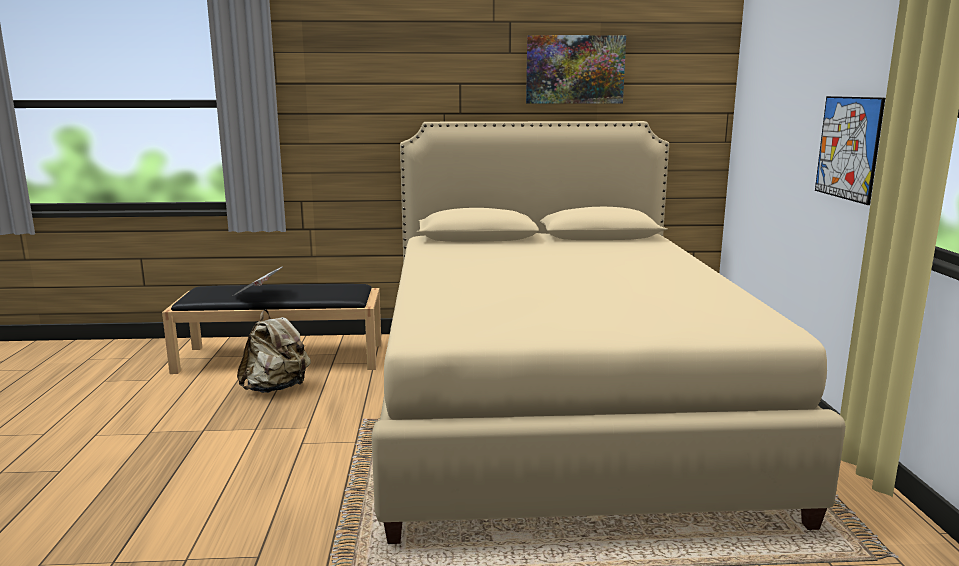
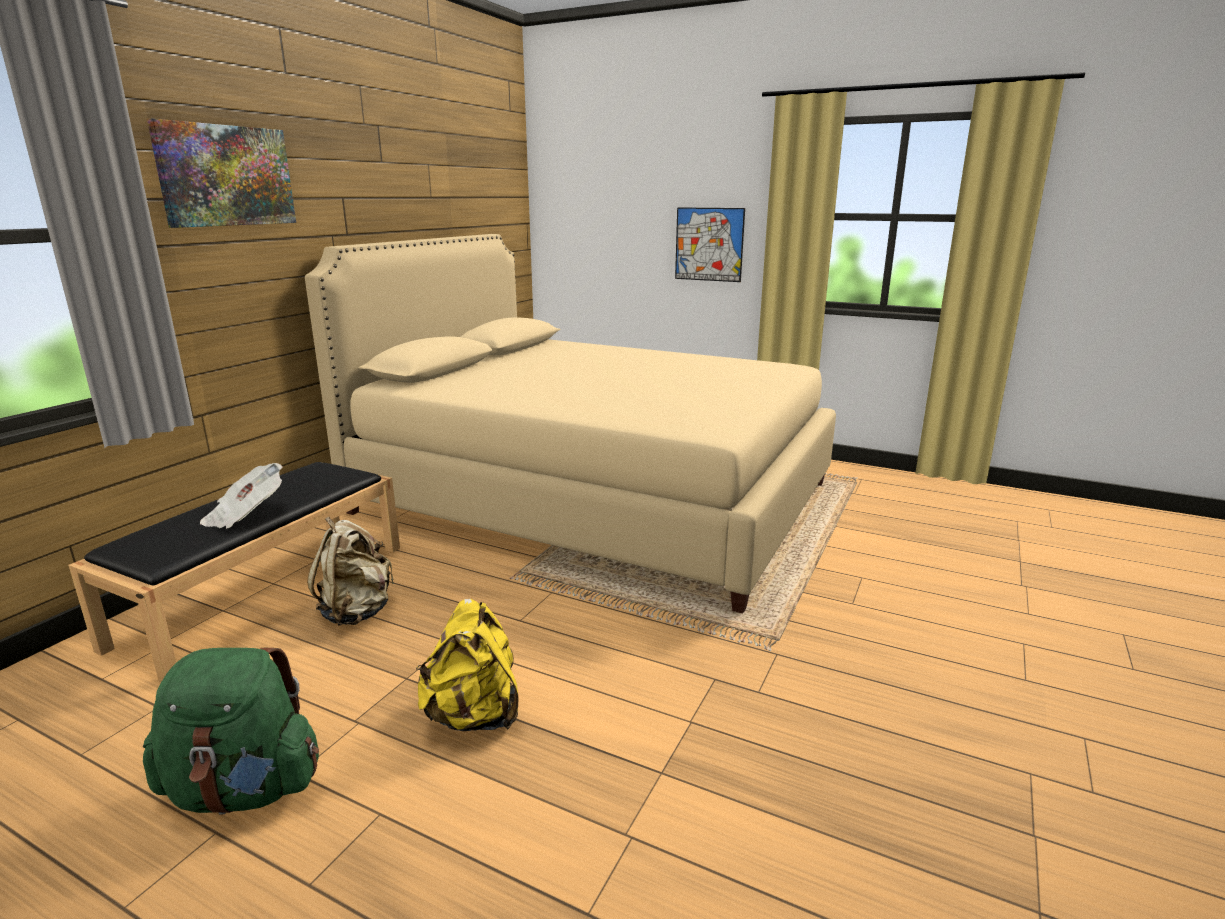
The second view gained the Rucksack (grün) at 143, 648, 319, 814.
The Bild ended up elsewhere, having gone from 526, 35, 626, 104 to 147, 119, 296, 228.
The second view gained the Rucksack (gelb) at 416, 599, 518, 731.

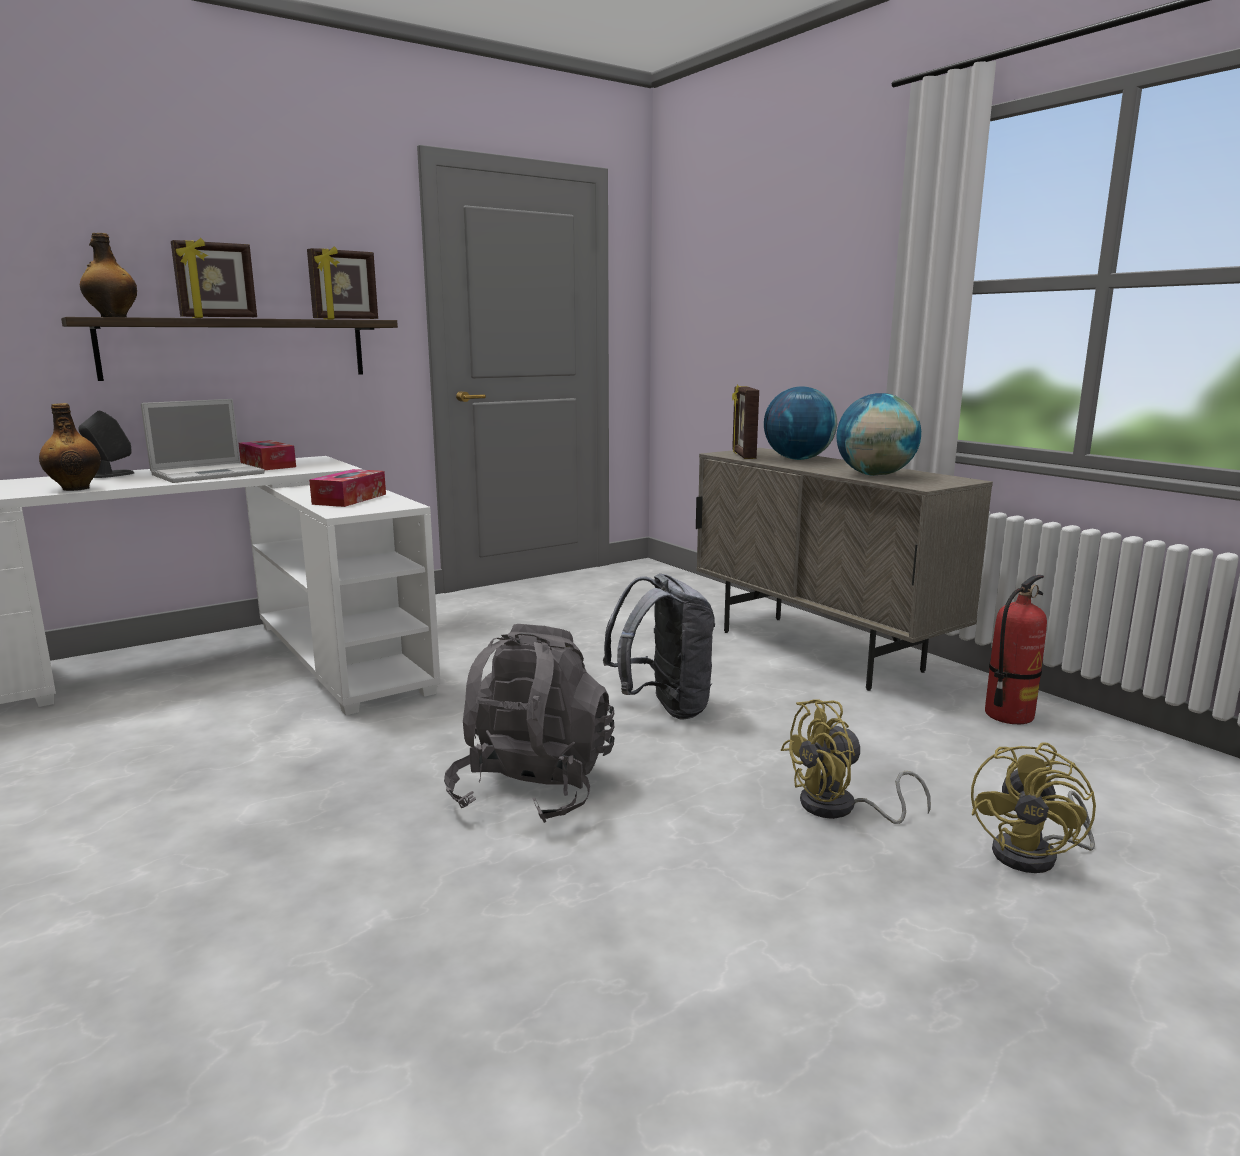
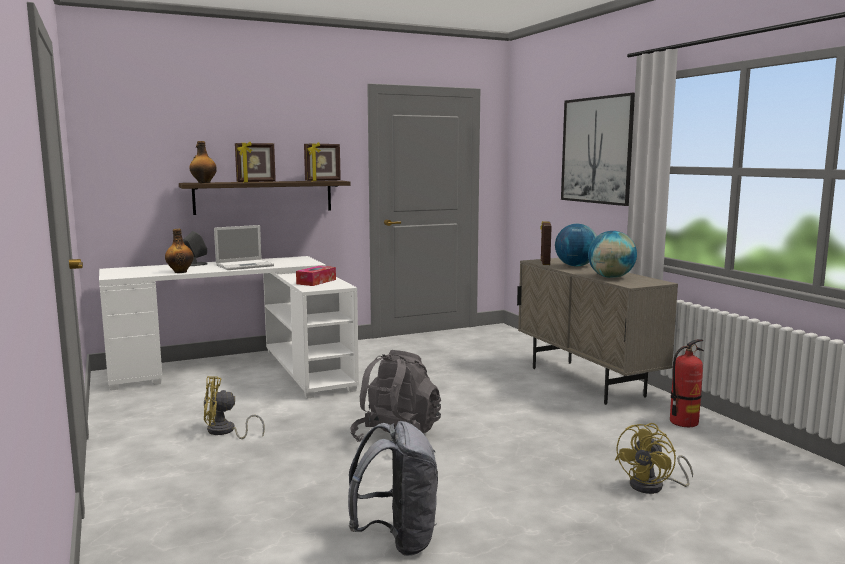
The Ventilator (gelb) ended up elsewhere, having gone from 781, 699, 931, 824 to 204, 376, 265, 439.
The Rucksack (grau) ended up elsewhere, having gone from 603, 574, 715, 720 to 348, 421, 438, 556.
The second view gained the Bild at 561, 93, 635, 206.
The second view lost the Taschentuchbox at 238, 440, 296, 470.

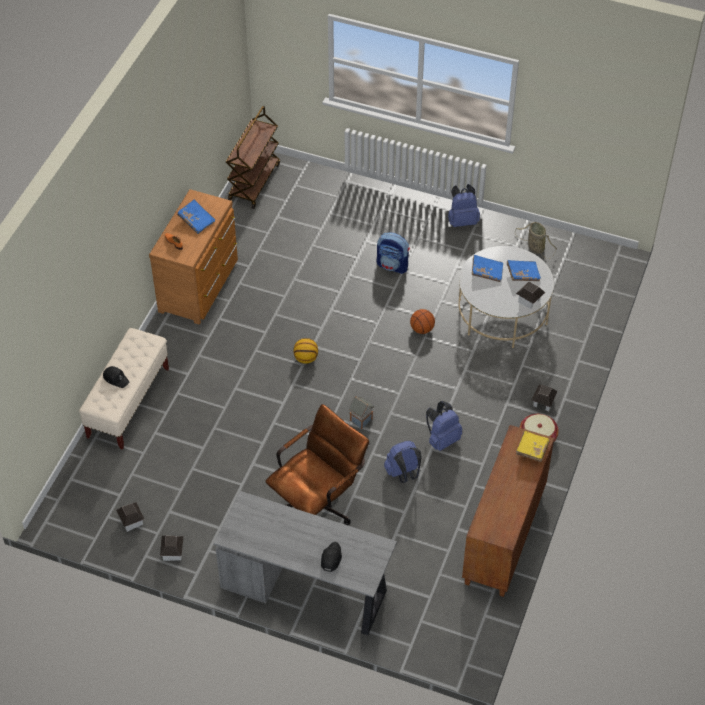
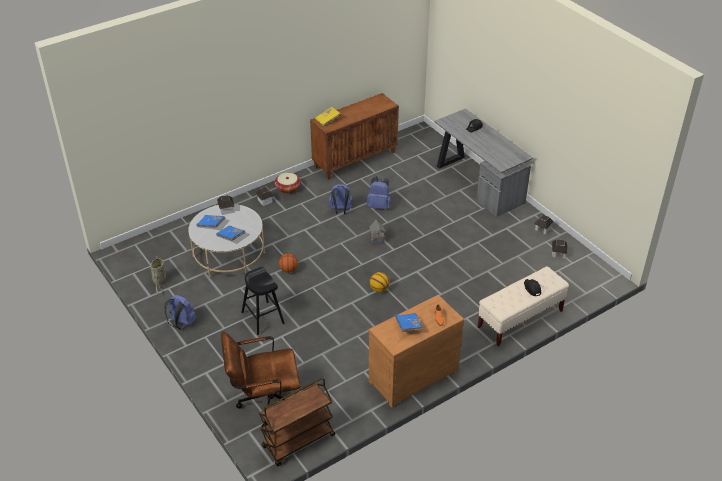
The Bürostuhl (braun) ended up elsewhere, having gone from 265, 404, 369, 525 to 221, 332, 300, 427.
Where the Rucksack stood at 377, 233, 410, 274, the Hocker (schwarz) came to stand at 241, 267, 285, 335.

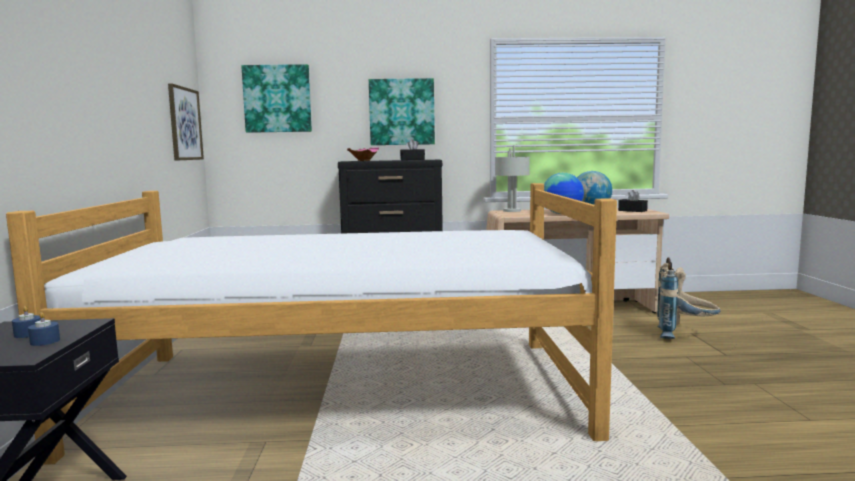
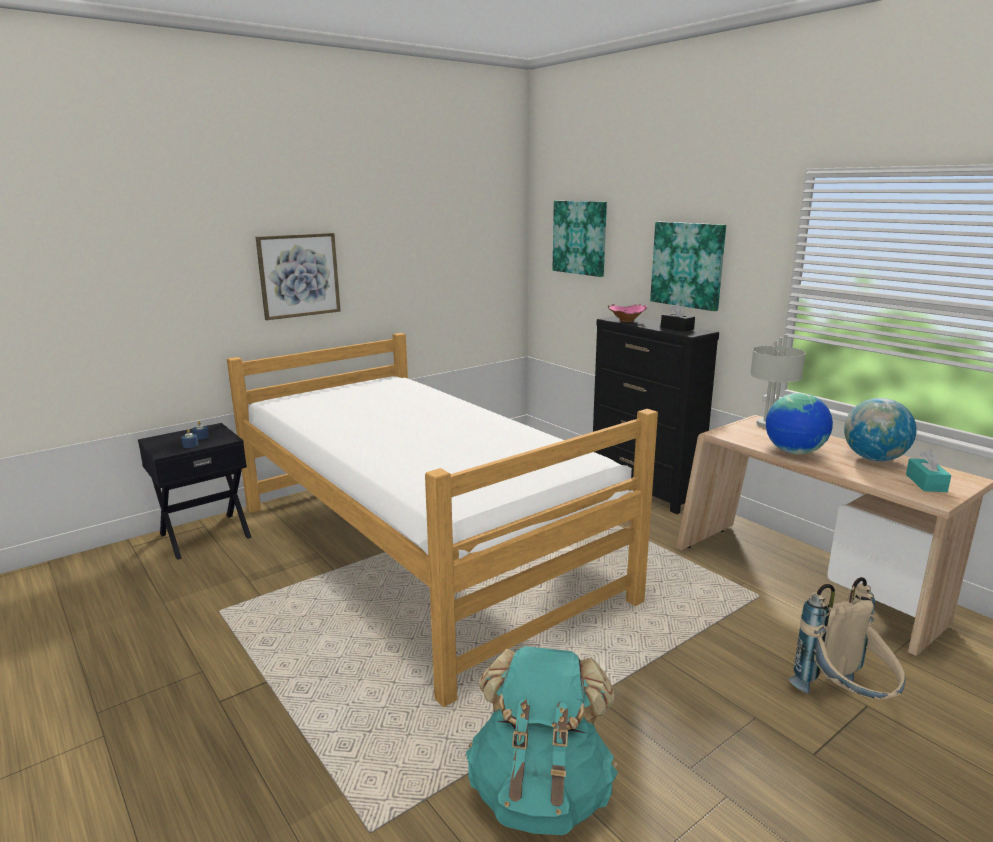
The Bild ended up elsewhere, having gone from 168, 84, 204, 160 to 256, 233, 341, 320.
The second view gained the Rucksack (türkis) at 466, 646, 618, 835.
What was the Taschentuchbox (schwarz) at 618, 190, 648, 212 turned into the Taschentuchbox (türkis) at 906, 450, 951, 492.

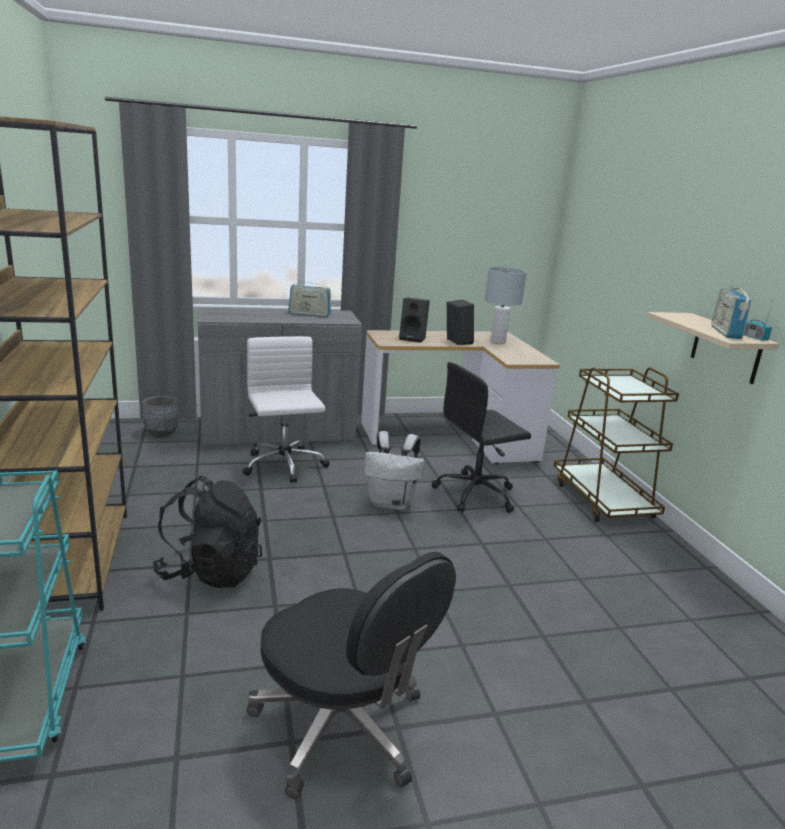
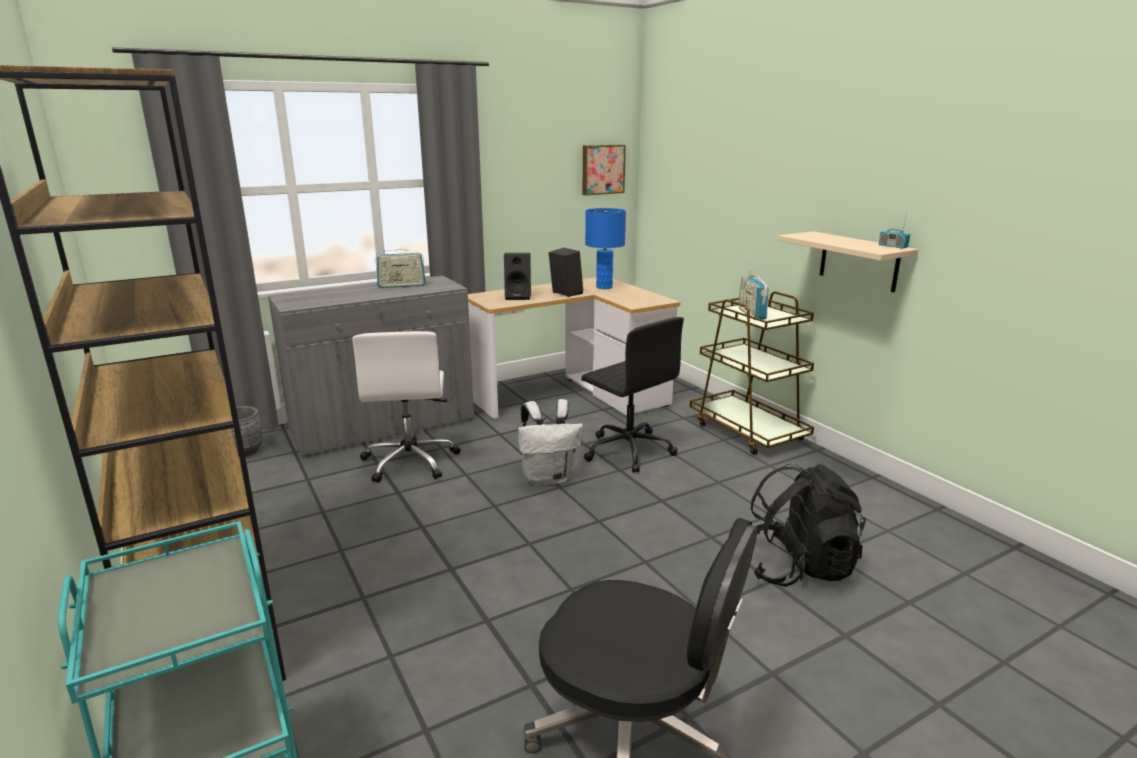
The Bürostuhl (weiß) at 243, 336, 330, 483 ended up facing another way, 150 degrees counterclockwise from before.
The Bürostuhl (schwarz) at 432, 362, 531, 513 ended up facing another way, 90 degrees counterclockwise from before.
The second view gained the Bild at 583, 145, 626, 195.
What was the Tischlampe (grau) at 485, 267, 527, 343 turned into the Tischlampe (blau) at 585, 208, 626, 289.
The Radio ended up elsewhere, having gone from 711, 281, 752, 339 to 738, 270, 769, 320.
The Rucksack (schwarz) ended up elsewhere, having gone from 153, 476, 262, 588 to 751, 464, 866, 587.

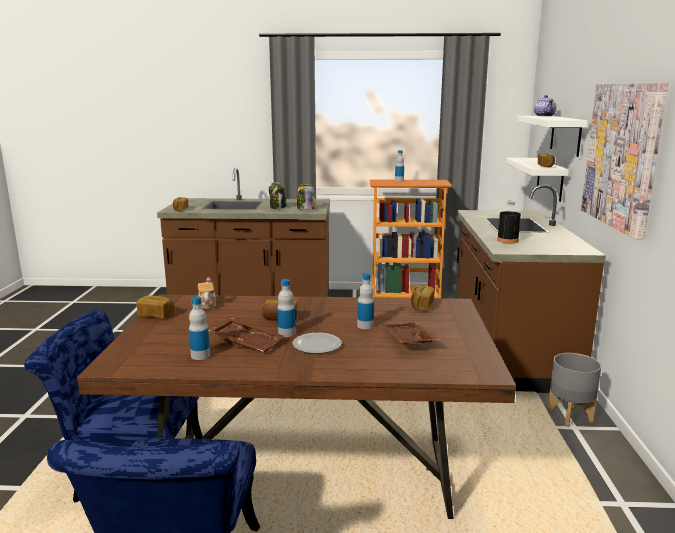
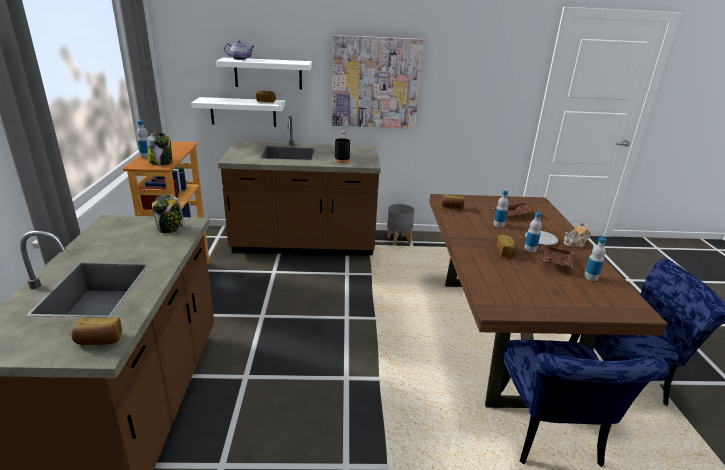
The Vorratsglas ended up elsewhere, having gone from 269, 182, 287, 209 to 147, 133, 173, 165.
The Teekanne ended up elsewhere, having gone from 198, 277, 216, 309 to 564, 222, 591, 248.
The second view lost the Brot at 136, 296, 174, 318.

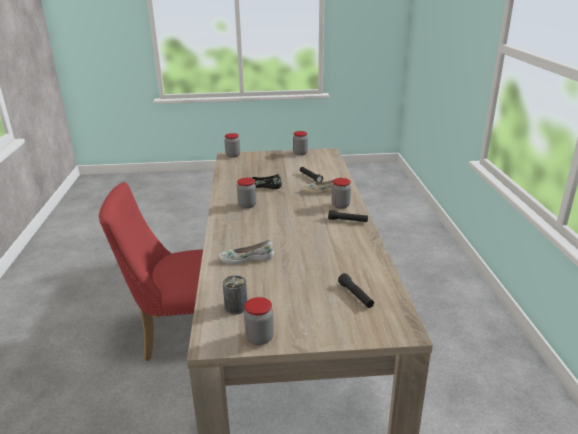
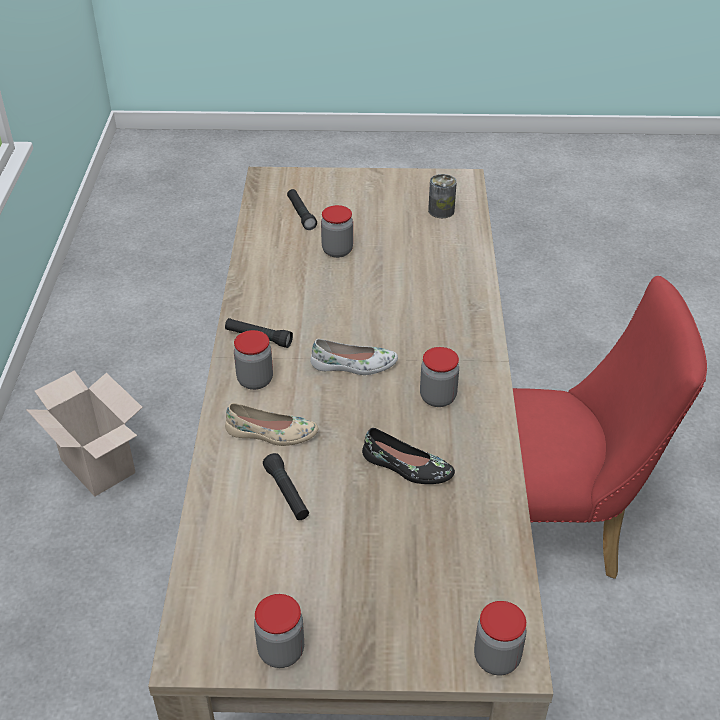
The second view gained the Karton at 26, 370, 143, 497.
The Schuh (weiß) ended up elsewhere, having gone from 219, 240, 274, 264 to 310, 339, 398, 375.
The Vorratsglas ended up elsewhere, having gone from 244, 297, 274, 345 to 321, 205, 353, 258.

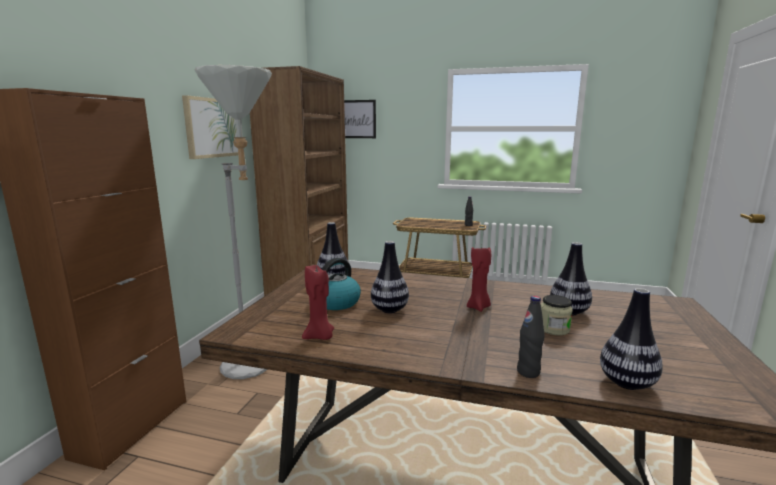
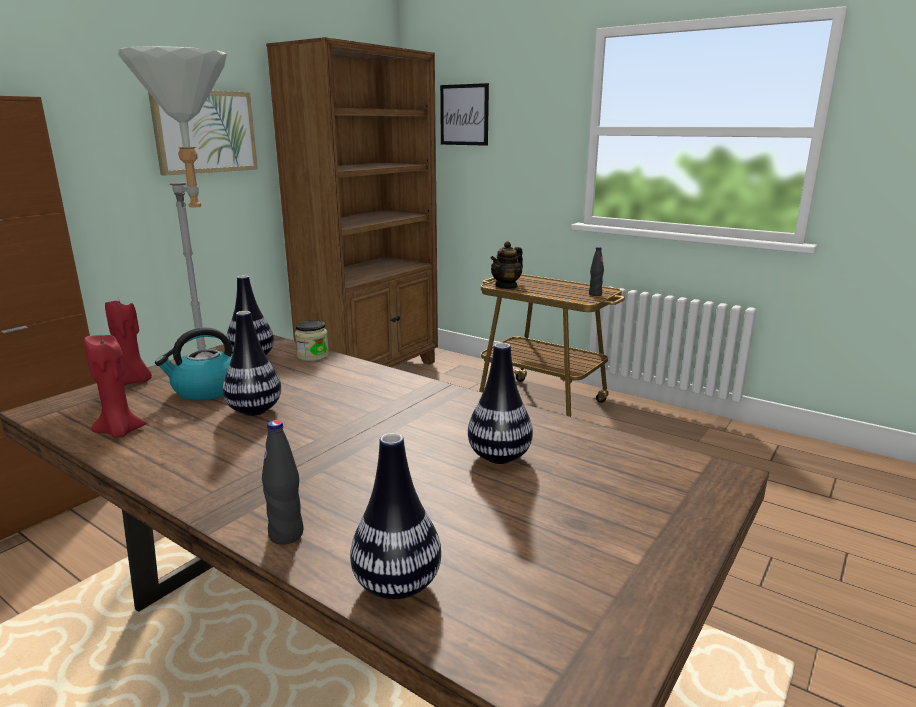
The Kerze (rot) ended up elsewhere, having gone from 467, 246, 491, 312 to 105, 301, 152, 385.
The Vorratsglas ended up elsewhere, having gone from 541, 295, 573, 335 to 295, 320, 329, 361.
The second view gained the Teekanne at 490, 241, 523, 289.

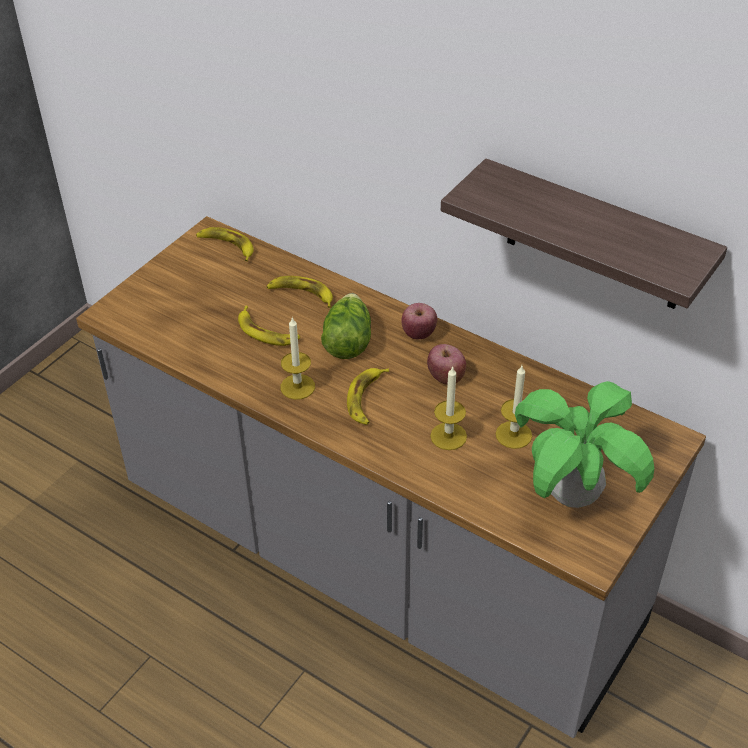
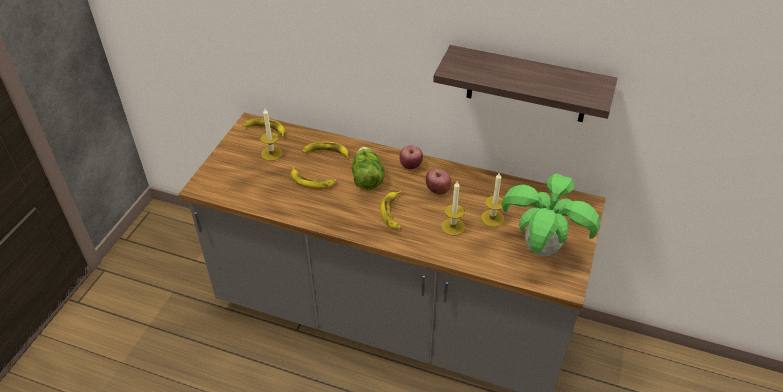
The Kerze ended up elsewhere, having gone from 281, 317, 315, 400 to 260, 109, 283, 161.

